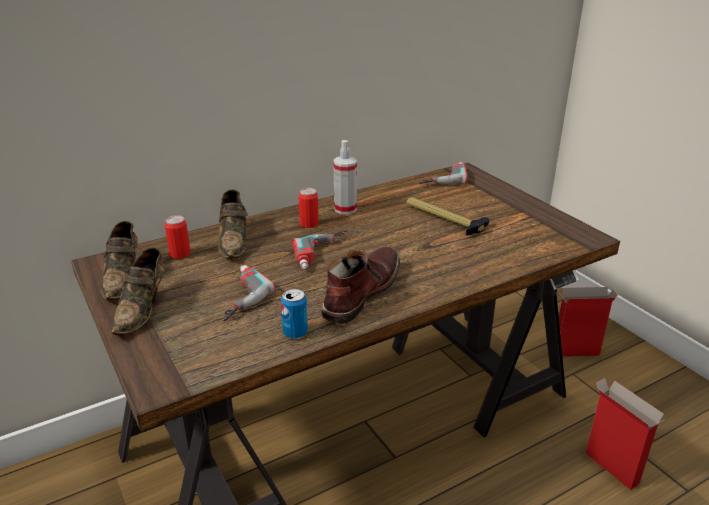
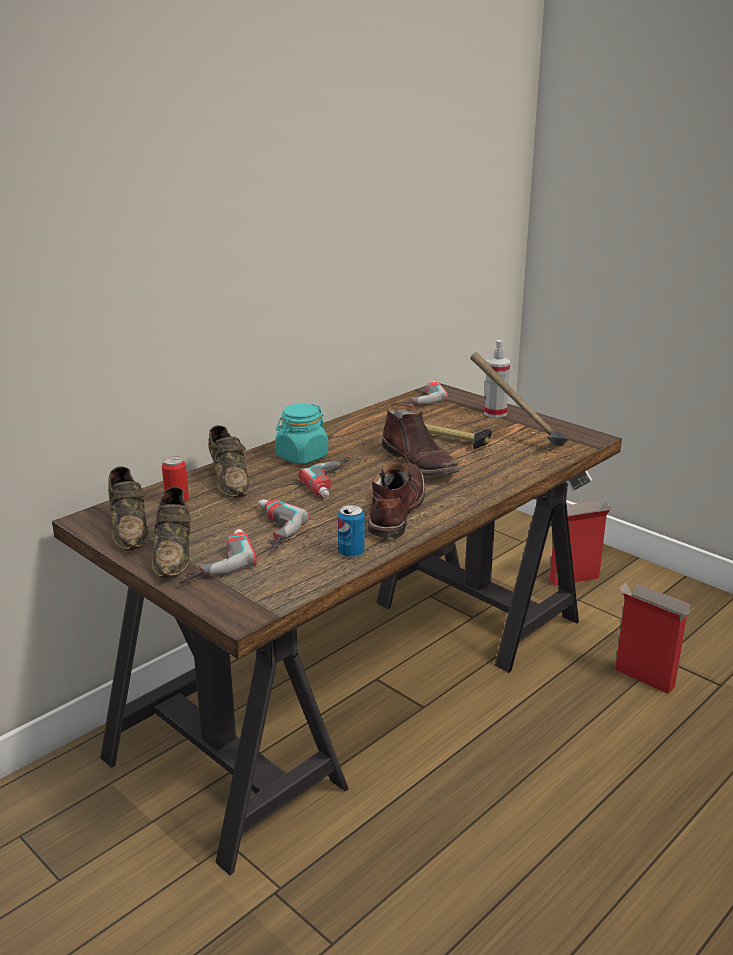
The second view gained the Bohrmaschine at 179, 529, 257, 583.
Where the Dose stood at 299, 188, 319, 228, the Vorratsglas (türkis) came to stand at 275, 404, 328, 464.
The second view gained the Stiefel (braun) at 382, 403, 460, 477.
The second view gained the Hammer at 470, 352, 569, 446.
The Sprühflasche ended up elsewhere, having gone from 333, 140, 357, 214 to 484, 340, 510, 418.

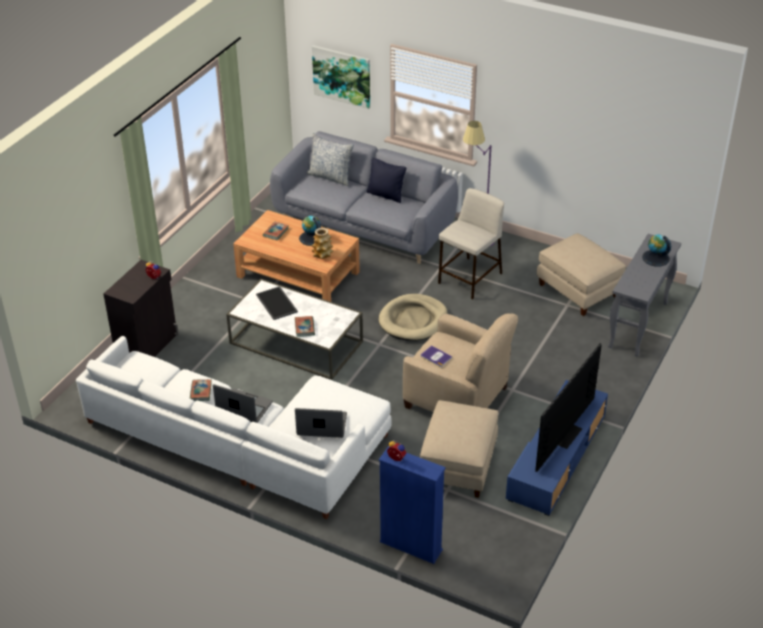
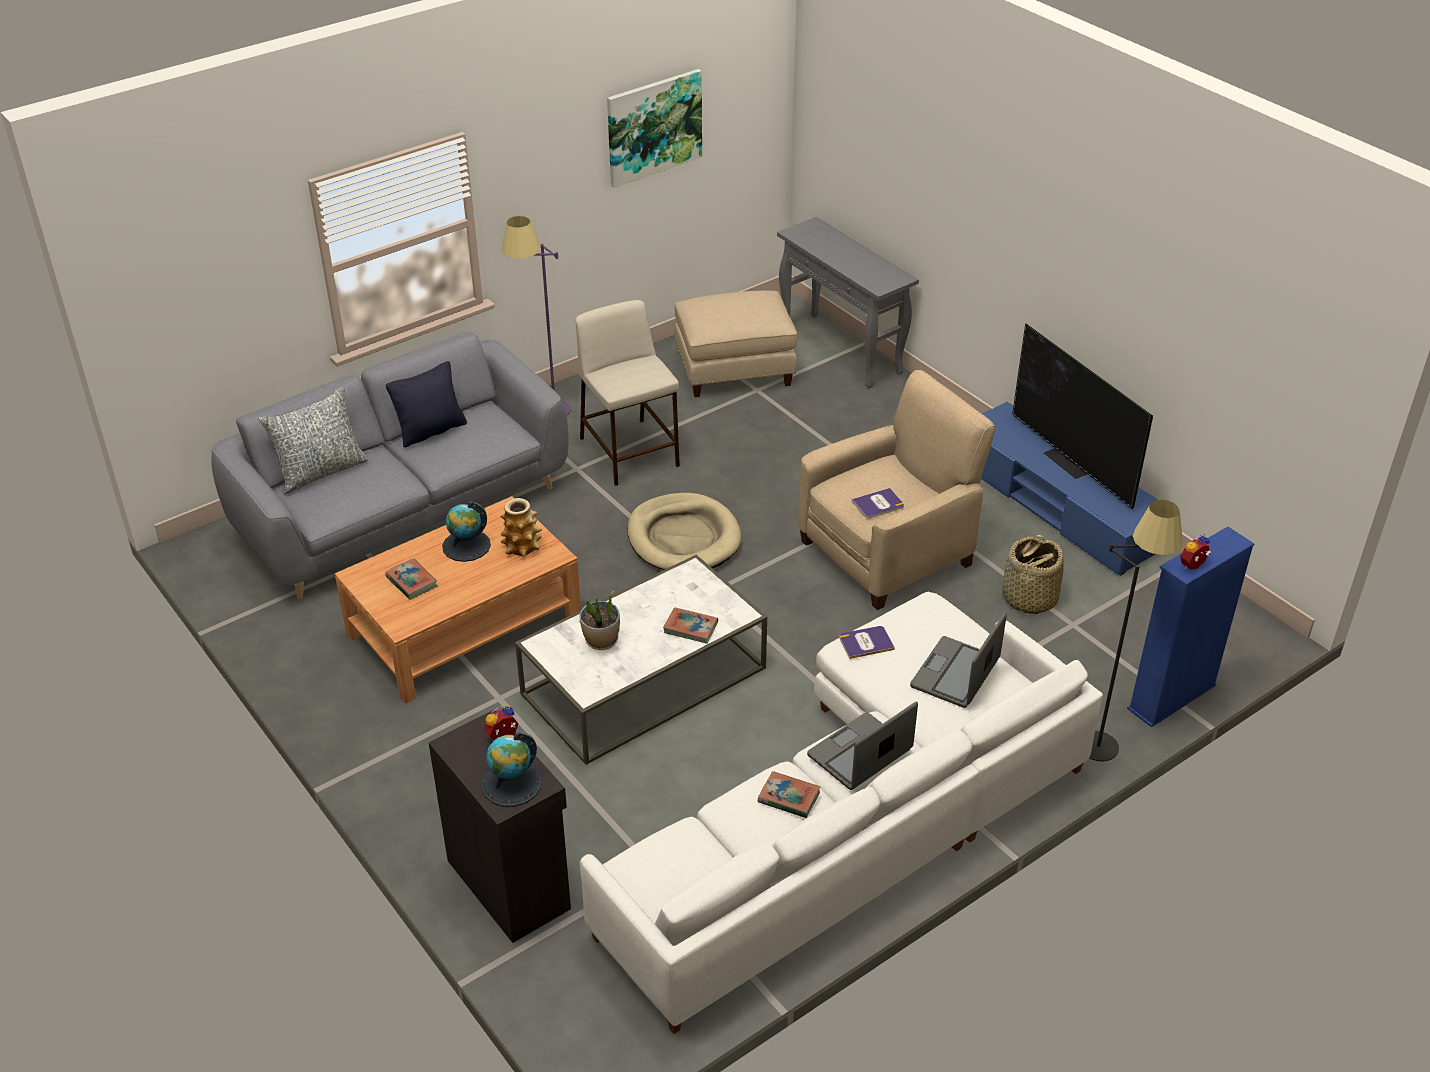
The Globus ended up elsewhere, having gone from 642, 234, 671, 267 to 481, 732, 542, 807.
Where the Tablett stood at 256, 286, 298, 320, the Topfpflanze came to stand at 579, 591, 620, 650.
The Bild ended up elsewhere, having gone from 312, 45, 370, 109 to 607, 69, 702, 188.
The second view gained the Buch at 840, 626, 895, 659.
Where the Polsterhocker (beige) stood at 420, 400, 498, 498, the Korb came to stand at 1002, 535, 1064, 614.
The second view gained the Stehlampe (schwarz) at 1089, 500, 1183, 761.

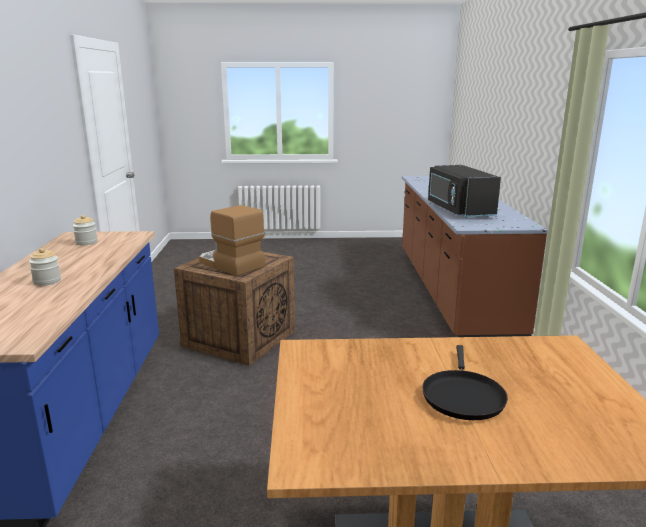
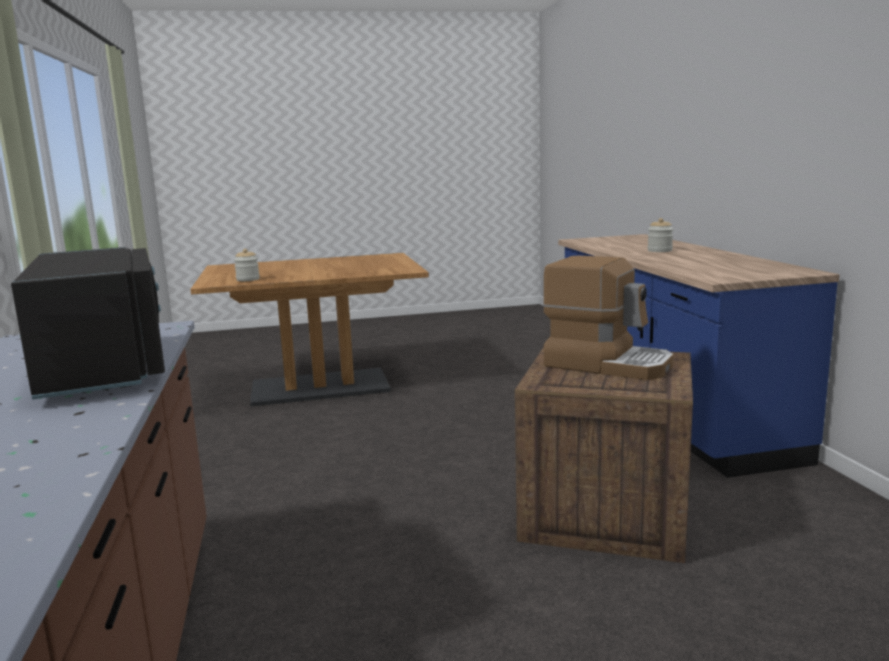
The Vorratsglas ended up elsewhere, having gone from 72, 215, 98, 245 to 234, 249, 260, 281.
The second view lost the Pfanne (schwarz) at 422, 345, 508, 420.

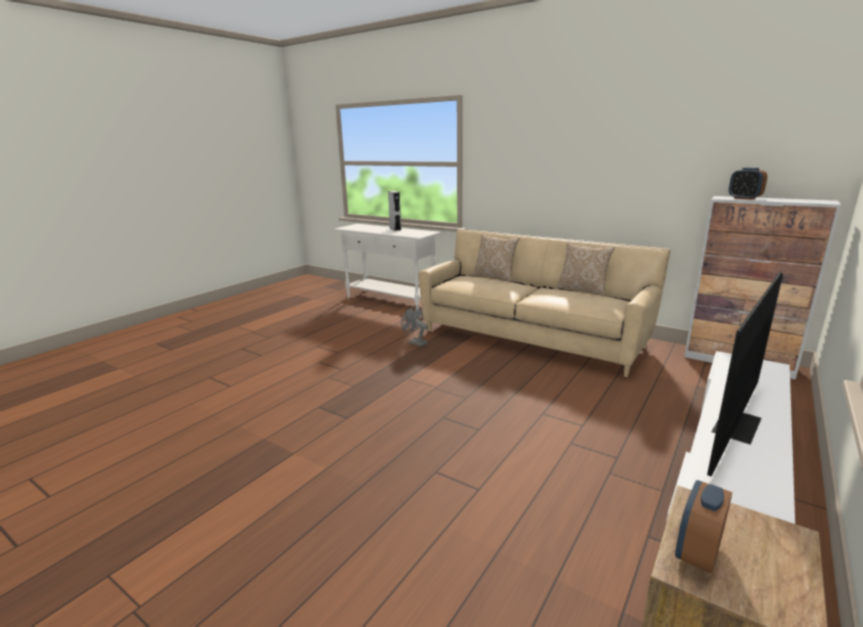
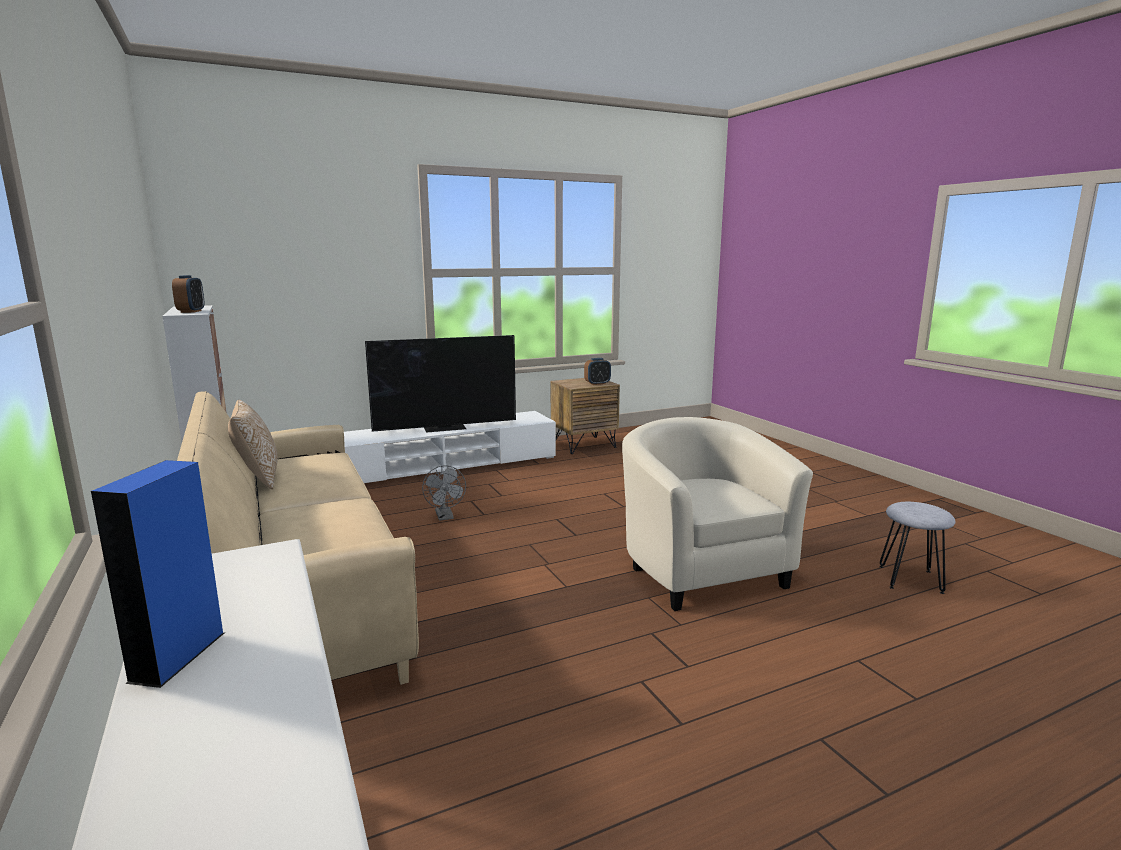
What was the Lautsprecher (grau) at 388, 191, 401, 231 turned into the Lautsprecher (blau) at 91, 460, 224, 688.
The Ventilator (grau) ended up elsewhere, having gone from 401, 306, 428, 347 to 422, 465, 466, 521.
The second view gained the Sessel (beige) at 622, 417, 813, 611.
The second view gained the Hocker (grau) at 879, 502, 956, 594.
The second view lost the Kissen at 473, 234, 520, 282.

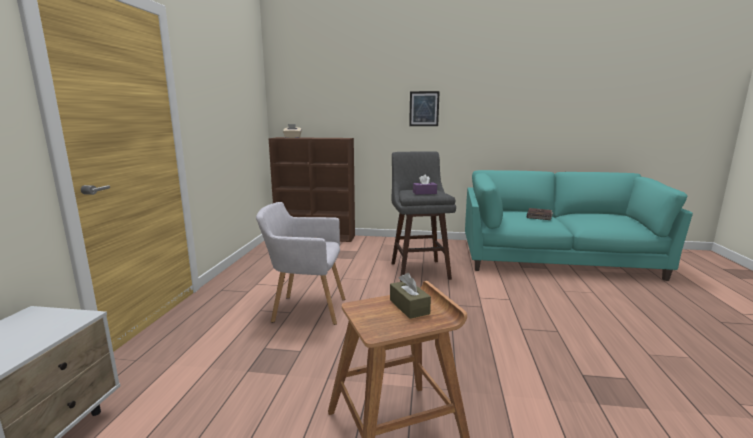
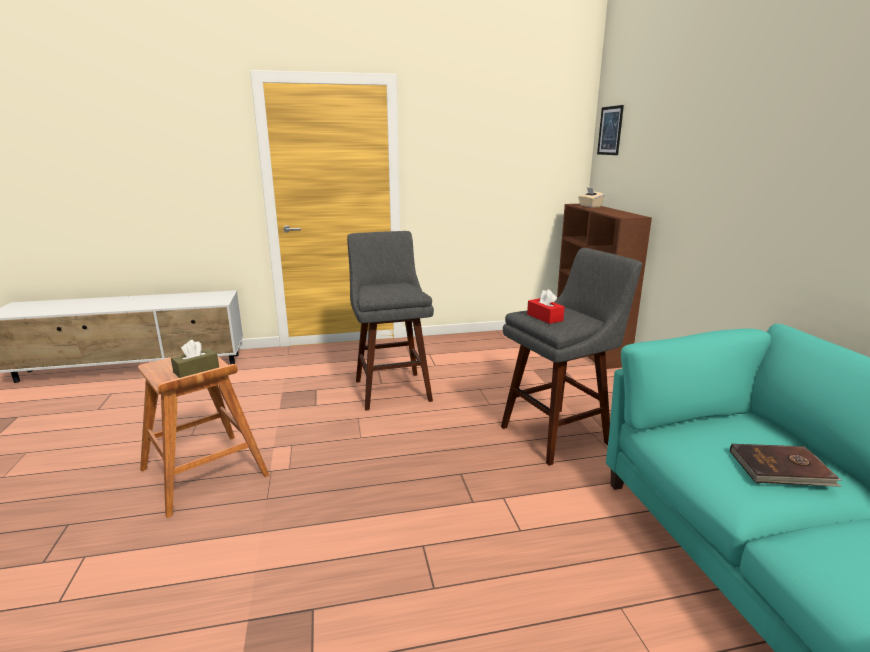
Where the Sessel (grau) stood at 256, 202, 345, 325, the Hocker (grau) came to stand at 347, 231, 434, 411.
What was the Taschentuchbox (lila) at 413, 174, 437, 195 turned into the Taschentuchbox (rot) at 527, 289, 565, 324.
The Bild ended up elsewhere, having gone from 409, 91, 440, 126 to 597, 105, 624, 155.

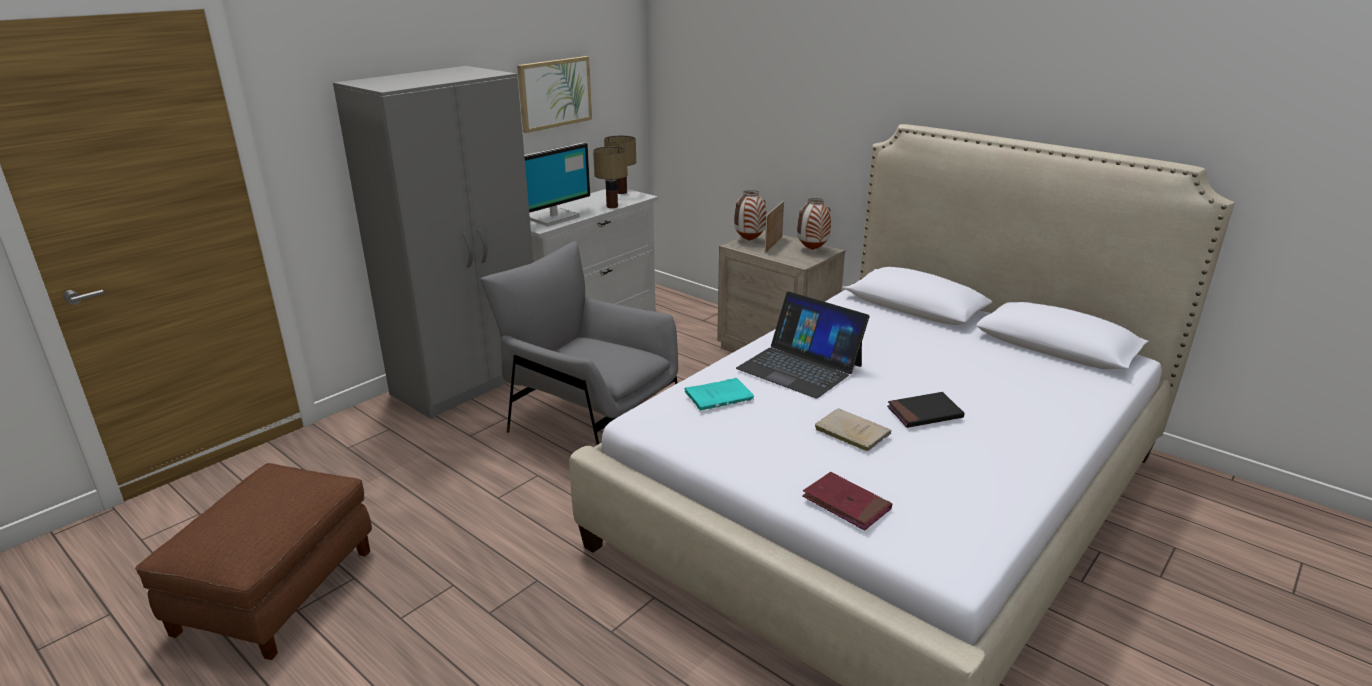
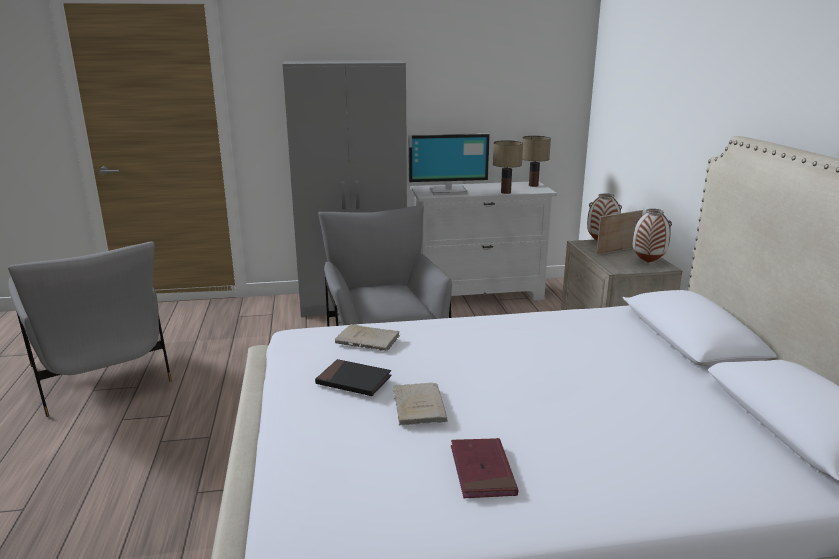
Where the Polsterhocker (braun) stood at 135, 463, 372, 660, the Sessel (grau) came to stand at 8, 241, 172, 417.
The Buch (schwarz) ended up elsewhere, having gone from 887, 392, 964, 428 to 315, 359, 392, 396.
What was the Buch (türkis) at 684, 378, 754, 411 turned into the Buch (beige) at 335, 324, 400, 351.
The Buch (rot) ended up elsewhere, having gone from 802, 472, 892, 531 to 451, 438, 518, 498.
The second view lost the Bild at 517, 56, 592, 133.
The second view lost the Laptop at 736, 291, 869, 398.

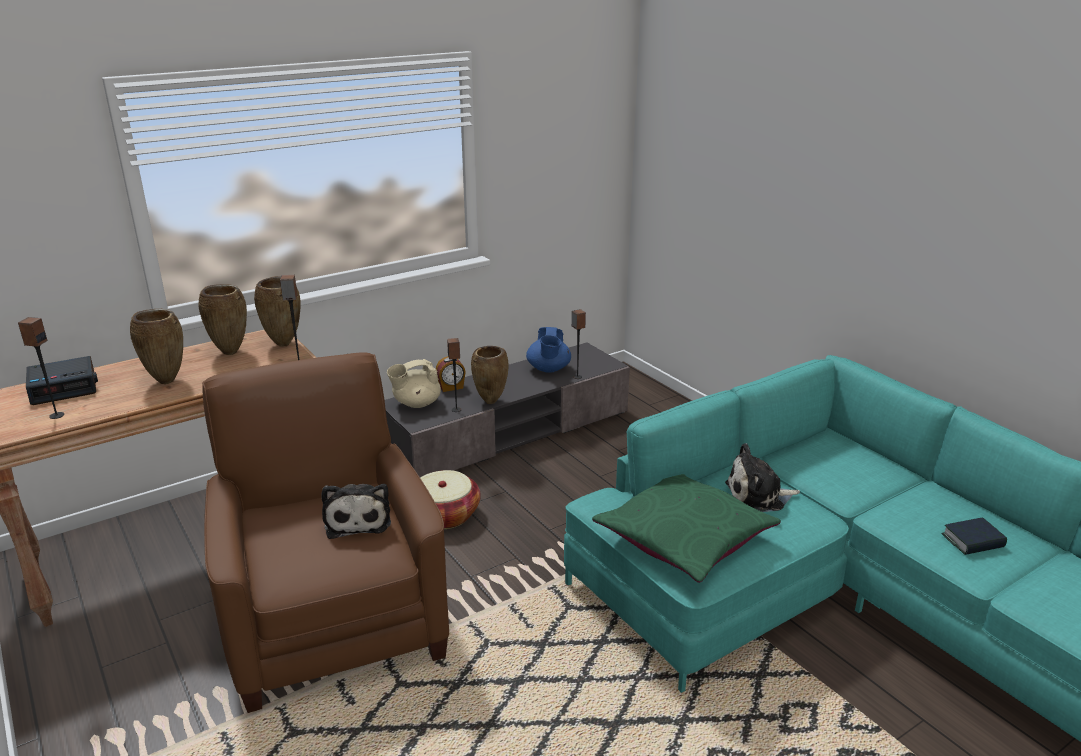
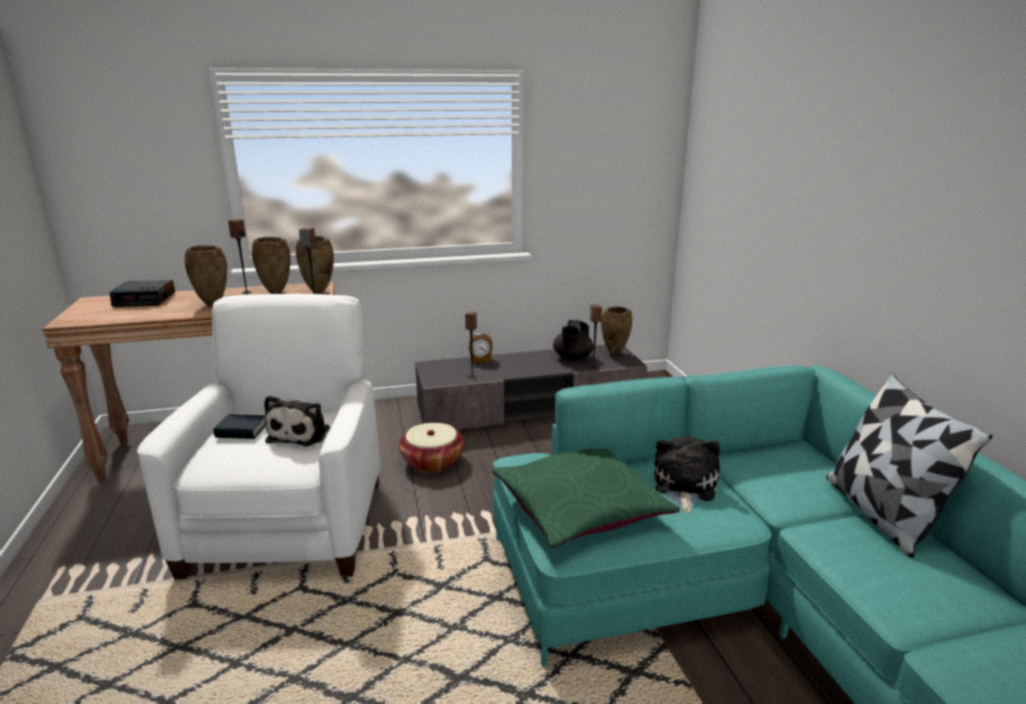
What was the Sessel (braun) at 202, 352, 449, 713 turned into the Sessel (weiß) at 137, 294, 380, 579.
The Buch ended up elsewhere, having gone from 941, 518, 1007, 555 to 213, 414, 265, 439.
The Lautsprecher ended up elsewhere, having gone from 18, 317, 64, 419 to 228, 219, 252, 294.
What was the Teekanne (blau) at 526, 327, 571, 373 turned into the Teekanne (schwarz) at 553, 320, 593, 361.
The Vase (braun) ended up elsewhere, having gone from 471, 346, 509, 404 to 601, 307, 632, 355.
The Plüschtier at 725, 443, 800, 512 ended up facing another way, 90 degrees clockwise from before.
The second view gained the Kissen at 826, 373, 993, 558.
The second view lost the Teekanne (beige) at 387, 359, 441, 408.

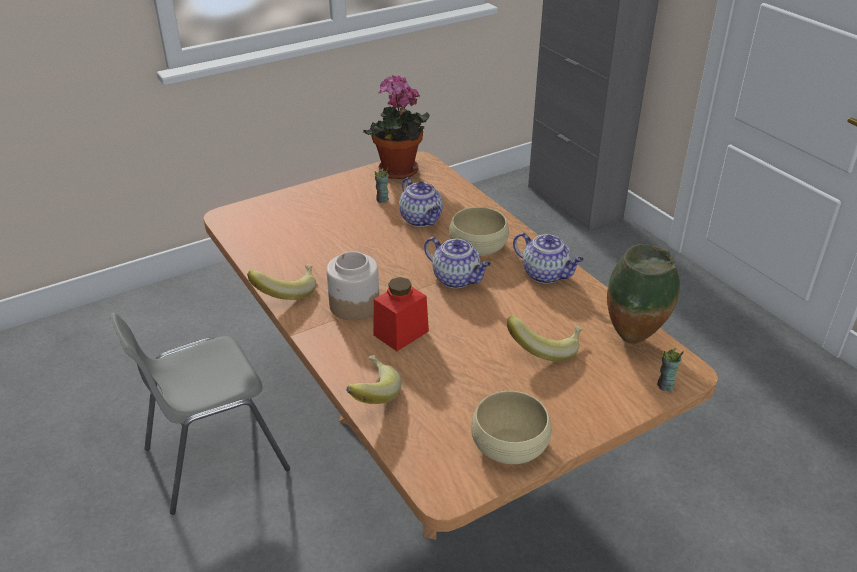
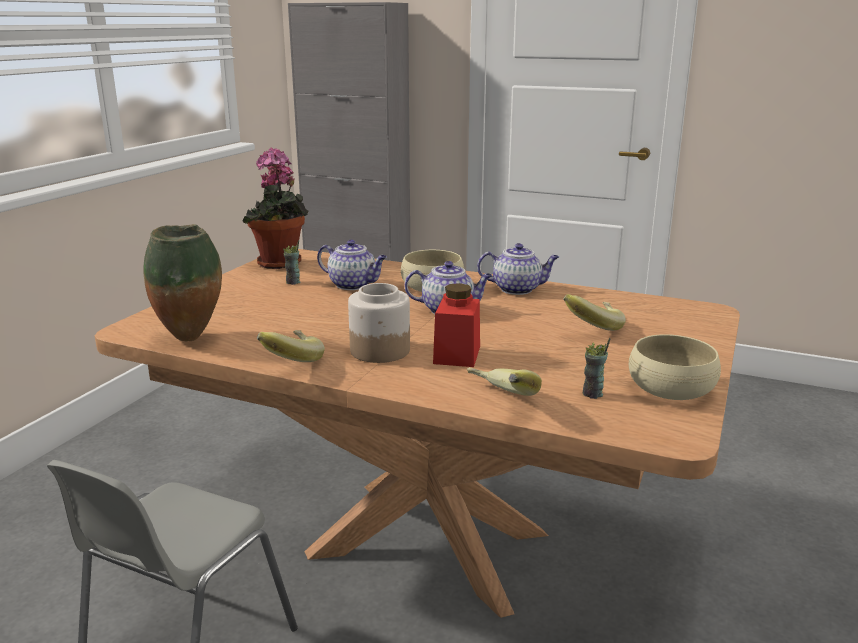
The Vase ended up elsewhere, having gone from 607, 244, 680, 344 to 143, 224, 222, 341.
The Tasse ended up elsewhere, having gone from 657, 348, 684, 391 to 583, 338, 611, 399.

